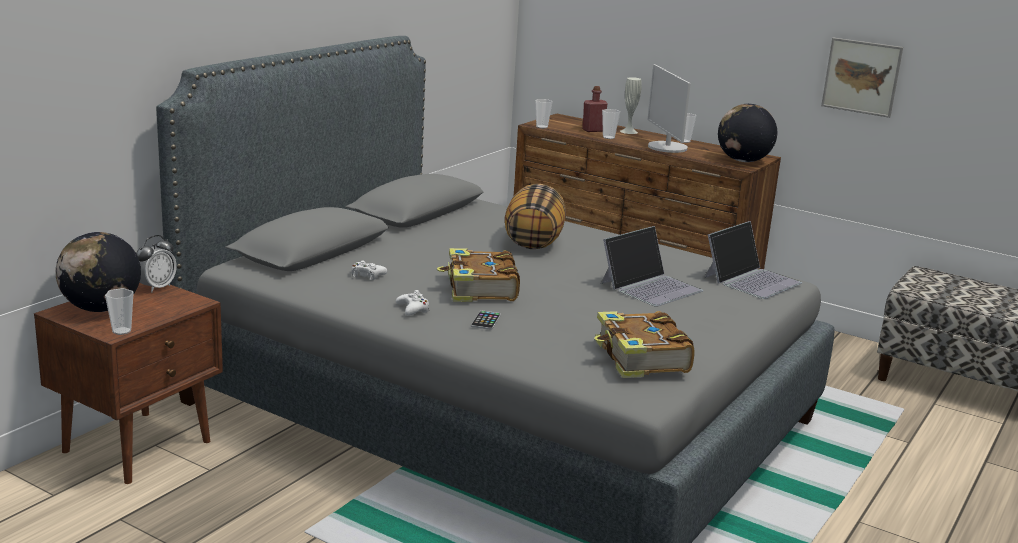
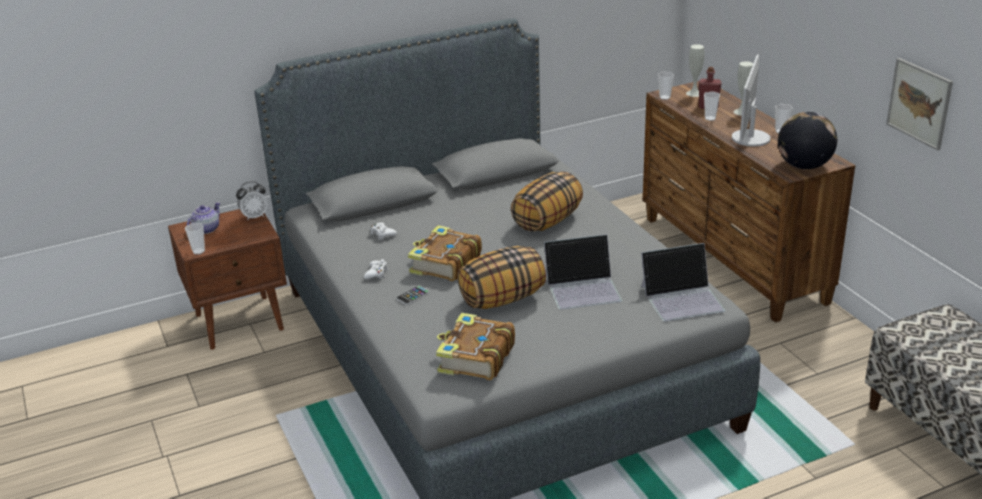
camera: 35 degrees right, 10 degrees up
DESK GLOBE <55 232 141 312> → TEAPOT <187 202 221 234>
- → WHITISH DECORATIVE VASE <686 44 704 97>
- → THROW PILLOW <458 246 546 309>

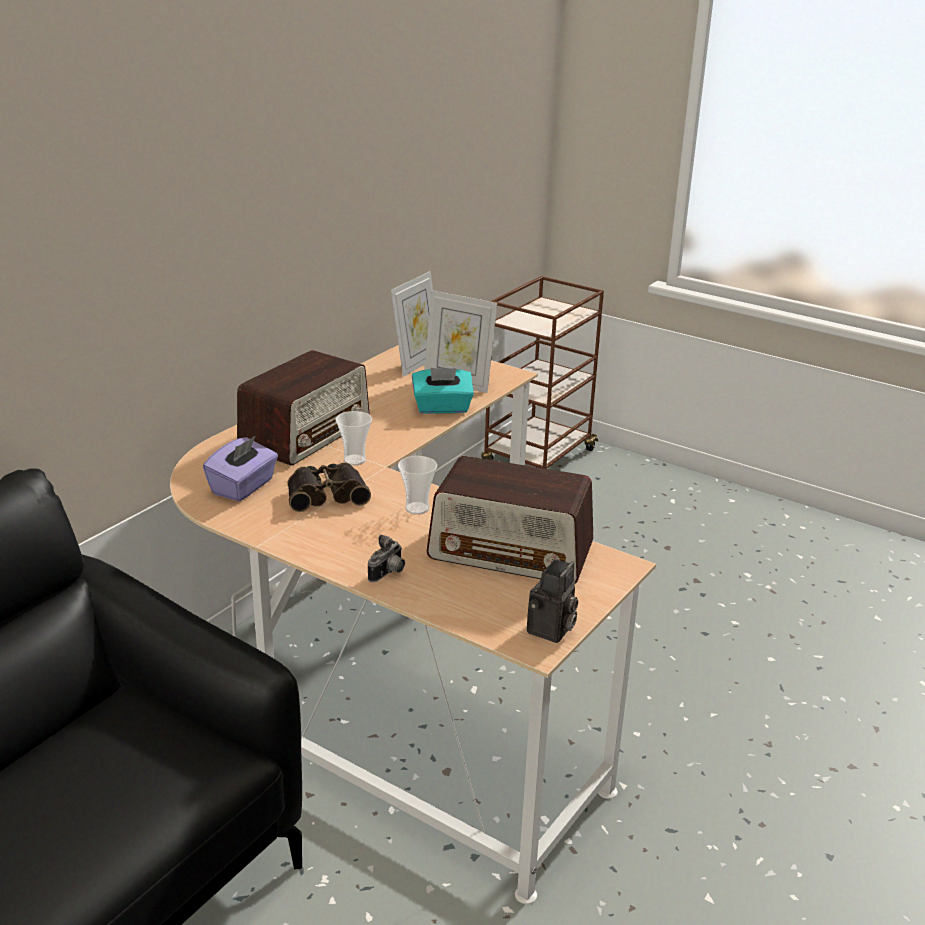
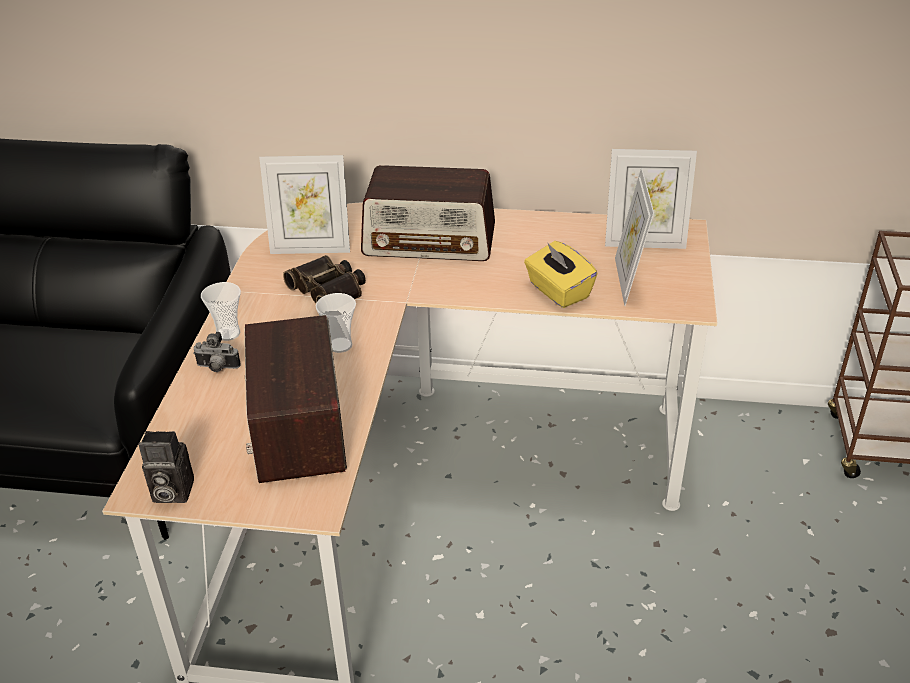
camera: 65 degrees right, 10 degrees up
TURQUOISE-COLOURED TISSUE HOLDER <412 368 474 414> → YELLOWISH TISSUE HOLDER <524 241 598 308>
SMALL CUP <336 411 372 465> → SMALL CUP <201 282 241 341>, shifted
PURPLISH TISSUE HOLDER <203 436 278 501> → STANDING FRAME <259 155 350 254>

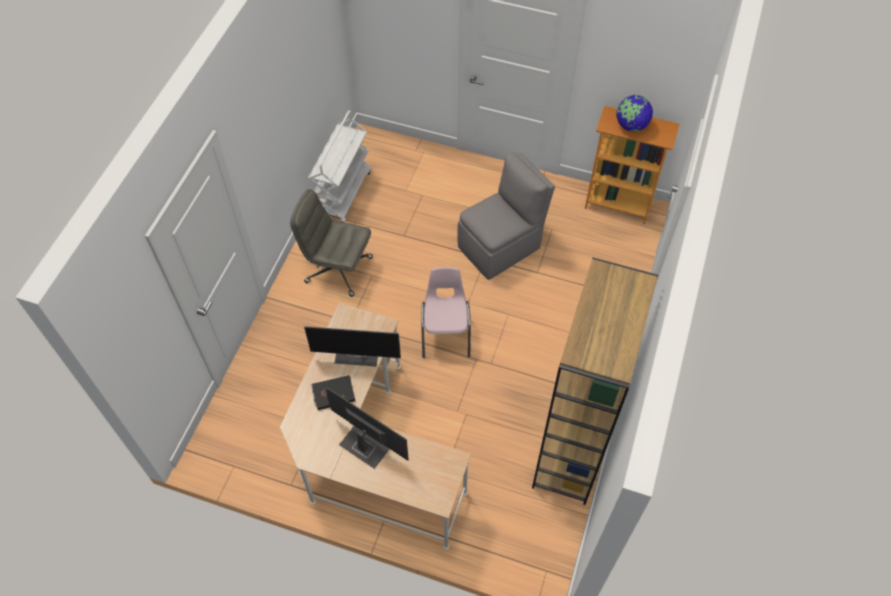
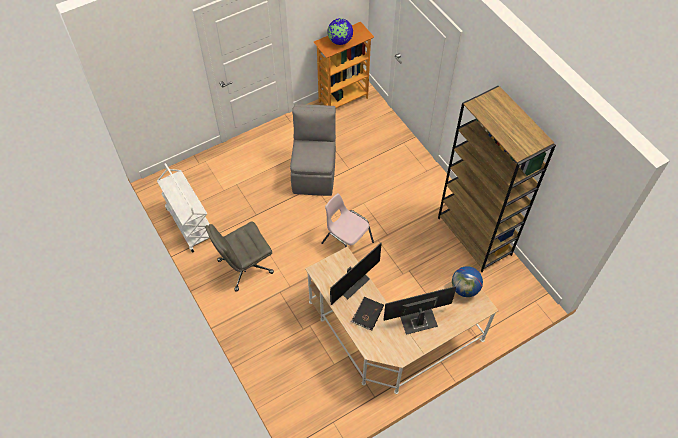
camera: 50 degrees left, 0 degrees up
- → DESK GLOBE <452 266 483 297>

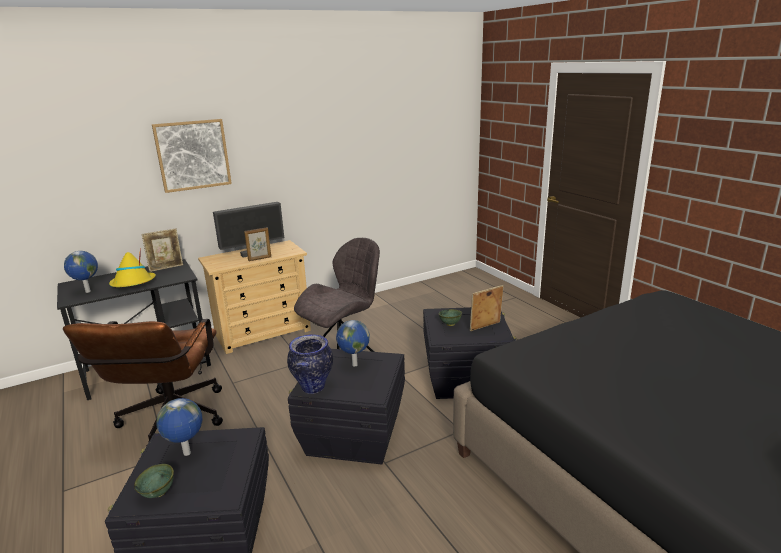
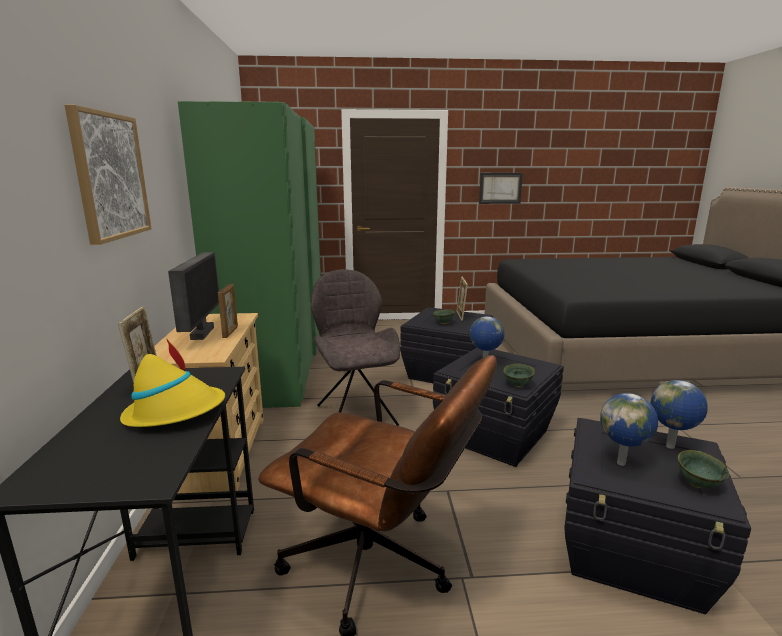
camera: 65 degrees left, 5 degrees down
DESK GLOBE <64 251 98 293> → DESK GLOBE <650 380 708 449>, shifted
DECORATIVE VASE <287 334 333 394> → GREEN-COLOURED SERVING BOWL <503 364 535 387>
- → GREEN-COLOURED CLOTHES CUPBOARD <178 101 321 408>
- → WALL PICTURE <479 173 523 204>

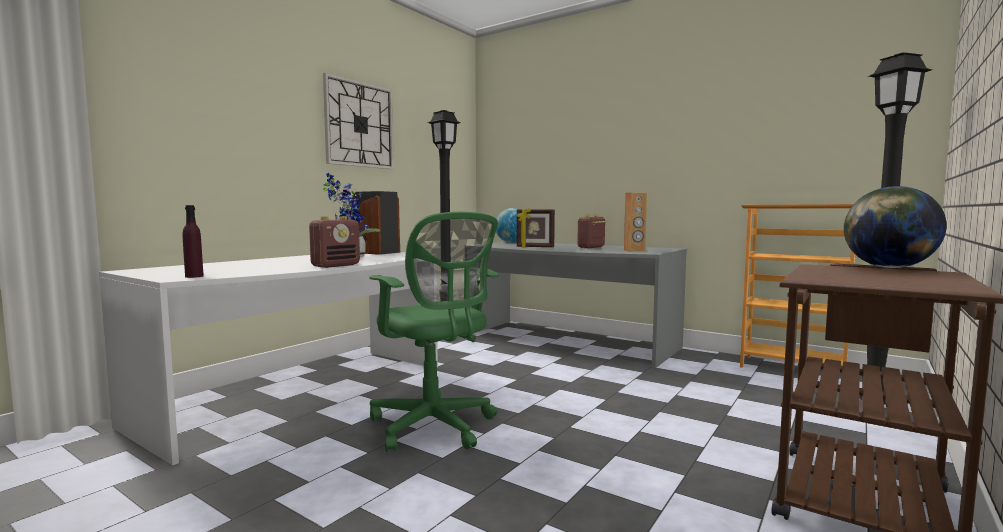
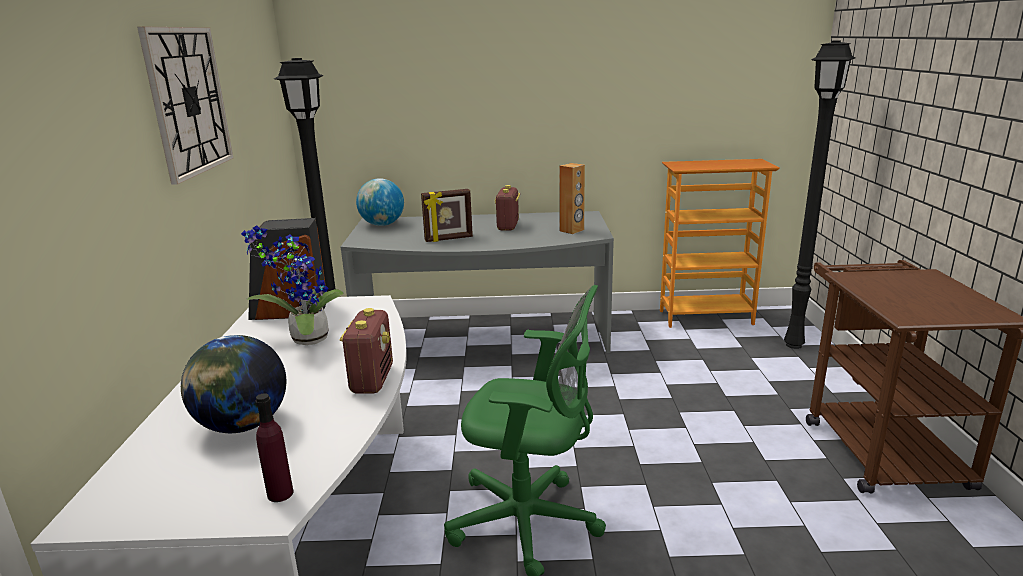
camera: 35 degrees left, 15 degrees up
DESK GLOBE <844 186 947 268> → DESK GLOBE <181 335 286 433>, shifted

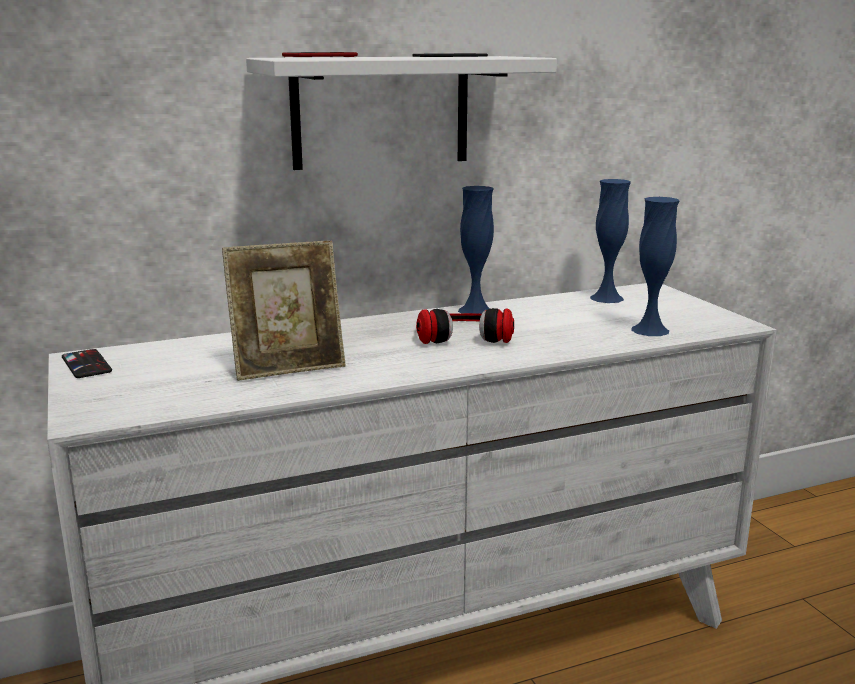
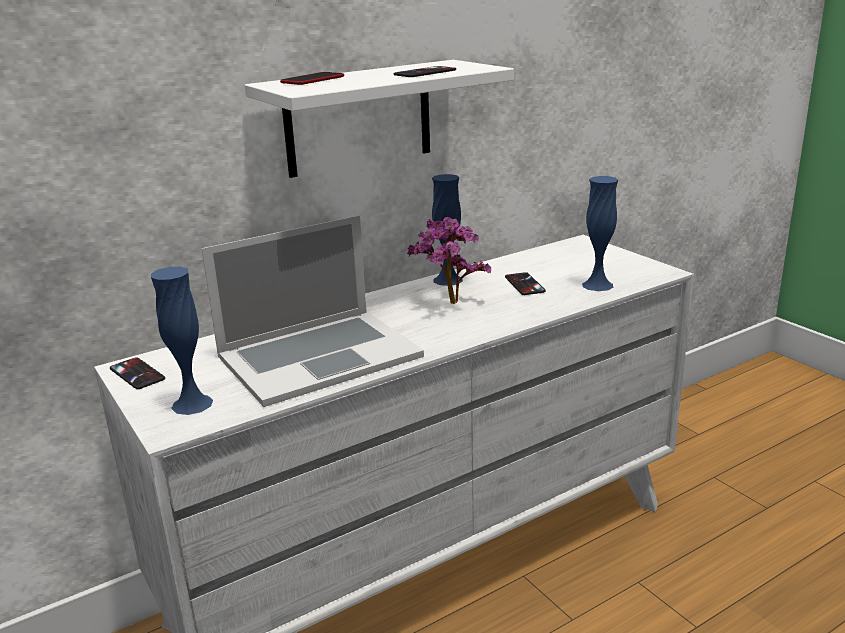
camera: 10 degrees left, 5 degrees up
BLUE-COLOURED DECORATIVE VASE <590 179 631 303> → BLUE-COLOURED DECORATIVE VASE <151 267 213 415>, shifted
STANDING FRAME <222 241 346 381> → PORTABLE COMPUTER <201 215 424 407>
HEADPHONES <416 308 514 344> → HOUSEPLANT <407 217 491 304>
- → HANDSET <505 272 546 295>

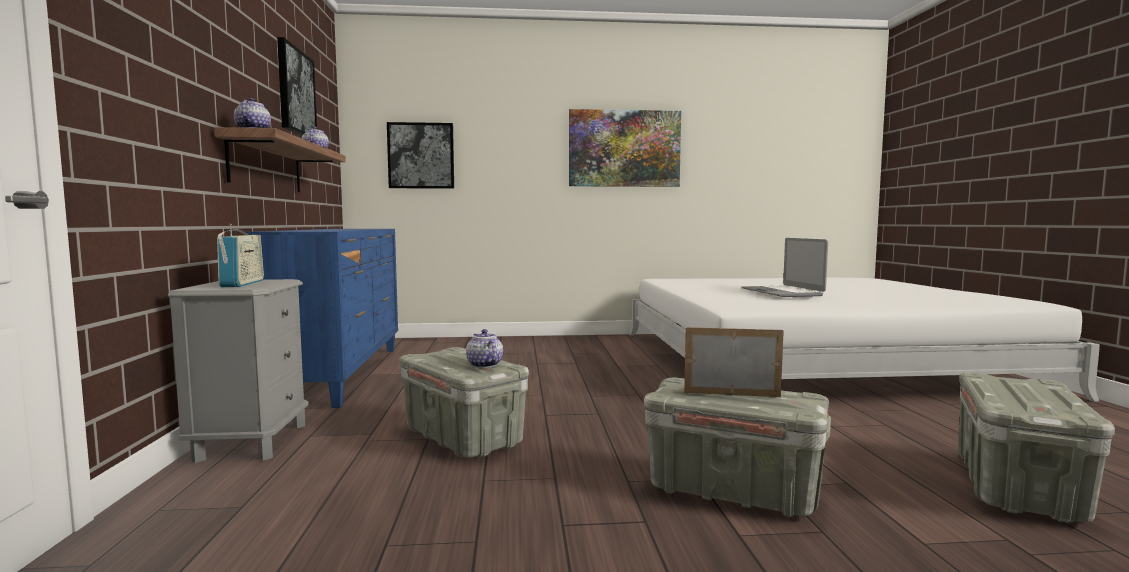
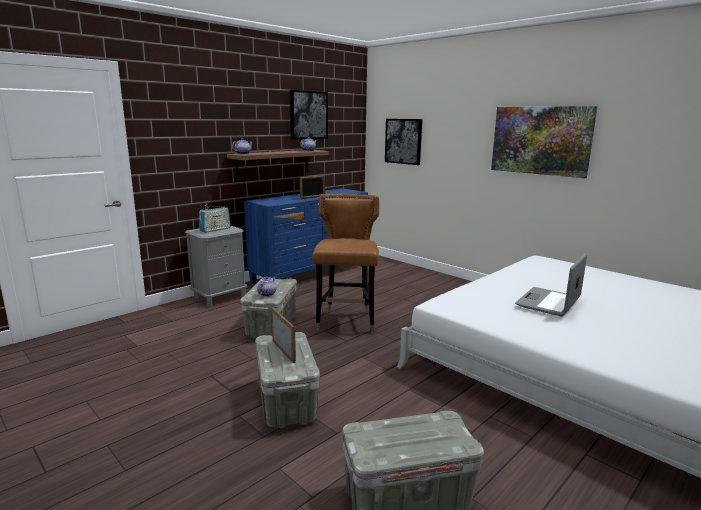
camera: 50 degrees right, 10 degrees up
- → STANDING FRAME <300 175 325 199>
- → BROWN CHAIR <312 194 379 333>

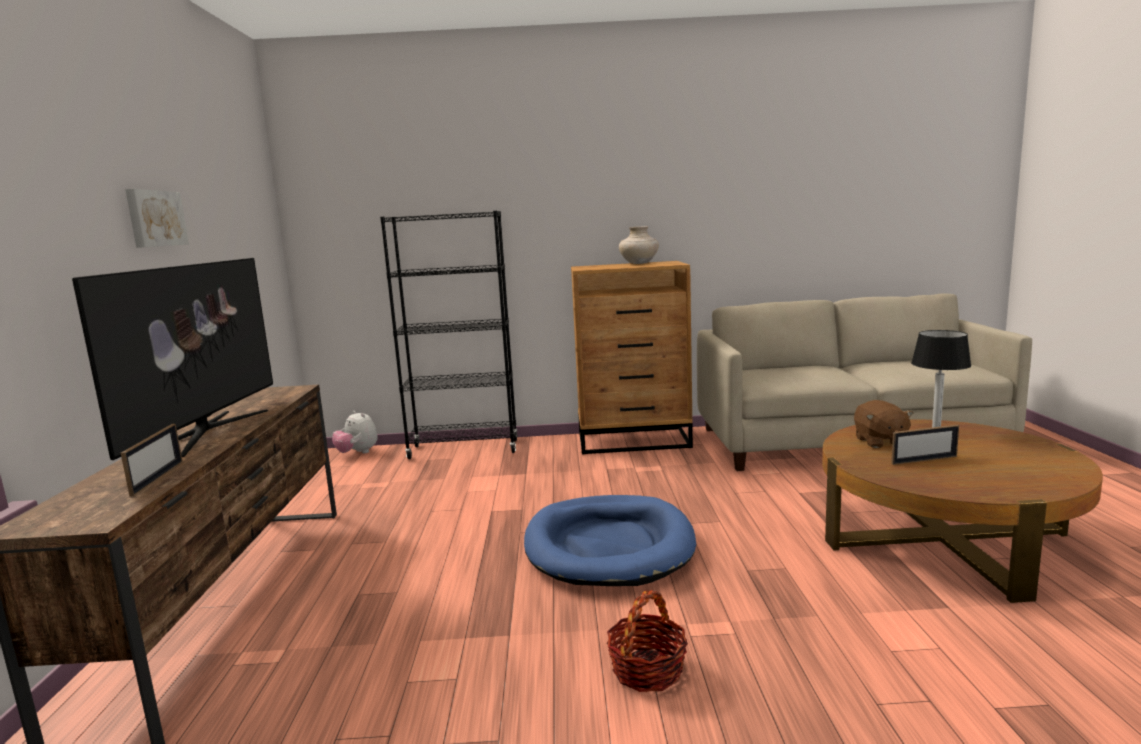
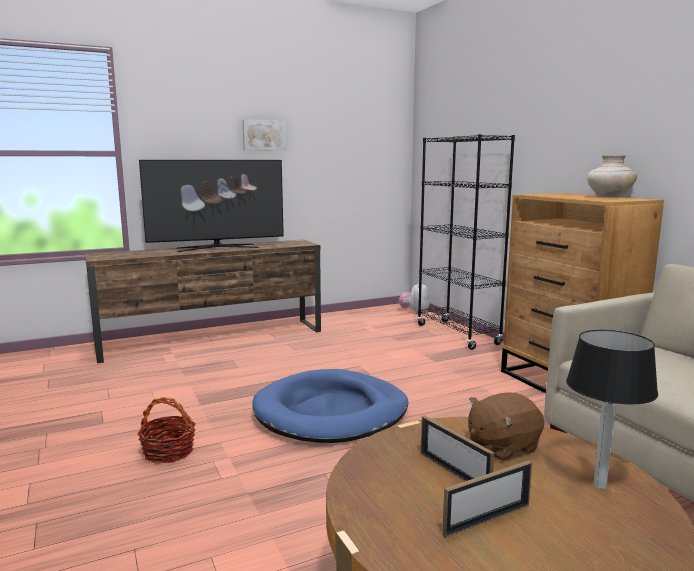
camera: 65 degrees right, 0 degrees up
STANDING FRAME <121 424 183 497> → STANDING FRAME <442 460 532 538>, shifted

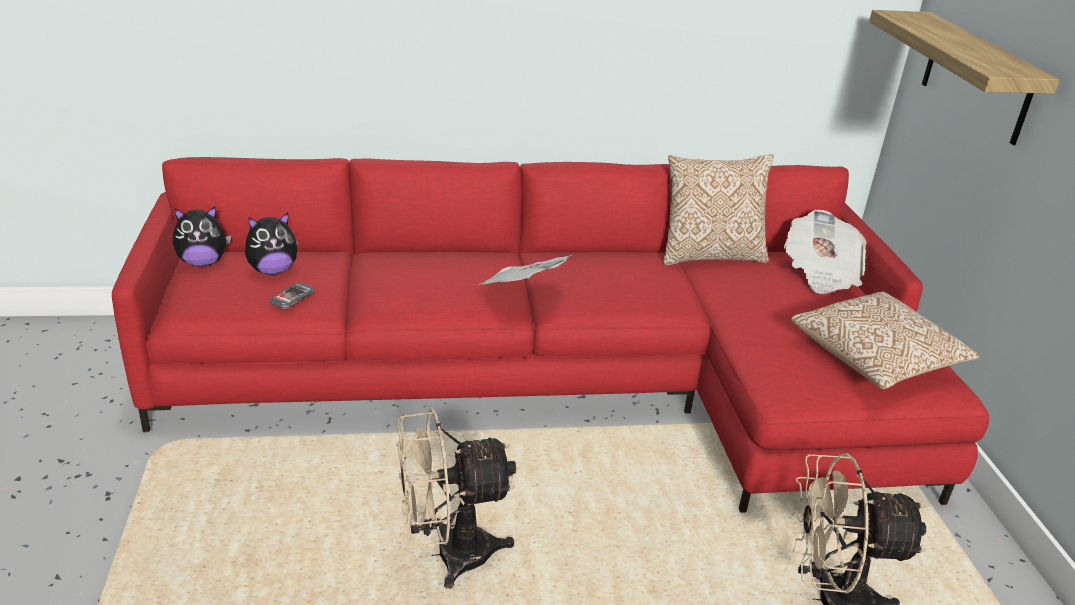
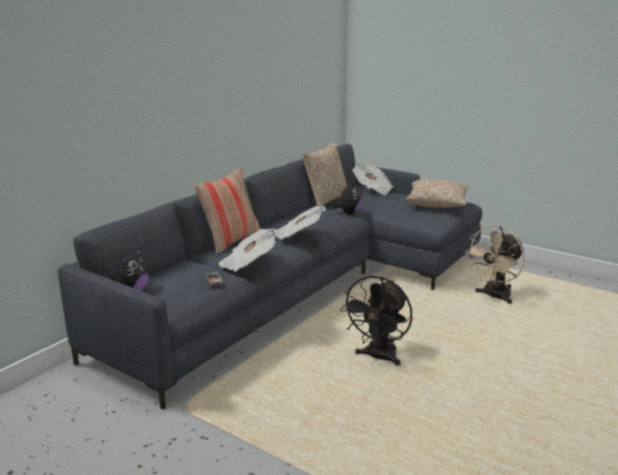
camera: 45 degrees left, 10 degrees down
WALL SHELF <869 10 1060 145> → -
REDDISH SOFA <112 157 989 513> → GREYISH SOFA <58 144 482 409>
CUDDLY TOY <245 213 298 275> → CUDDLY TOY <332 181 361 214>, shifted
BEIGE-COLOURED ELECTRIC FAN <397 409 516 589> → BLACK ELECTRIC FAN <340 276 412 365>
- → THROW PILLOW <194 168 261 254>
- → DAILY PAPER <219 228 278 272>

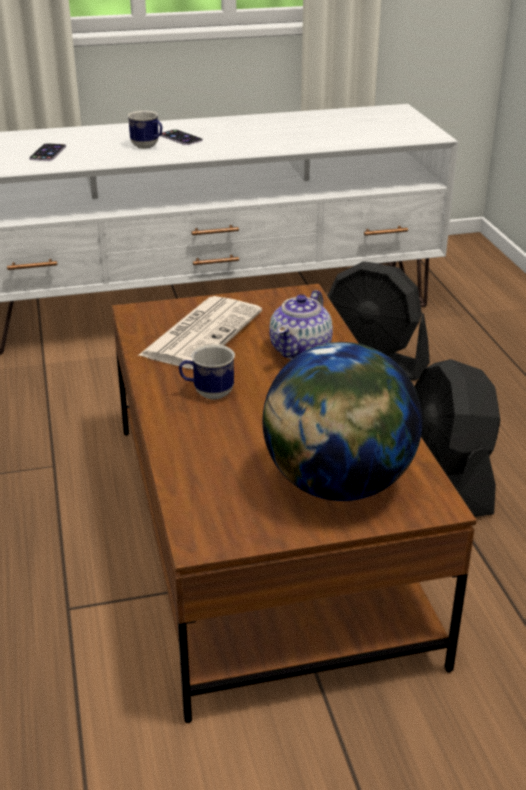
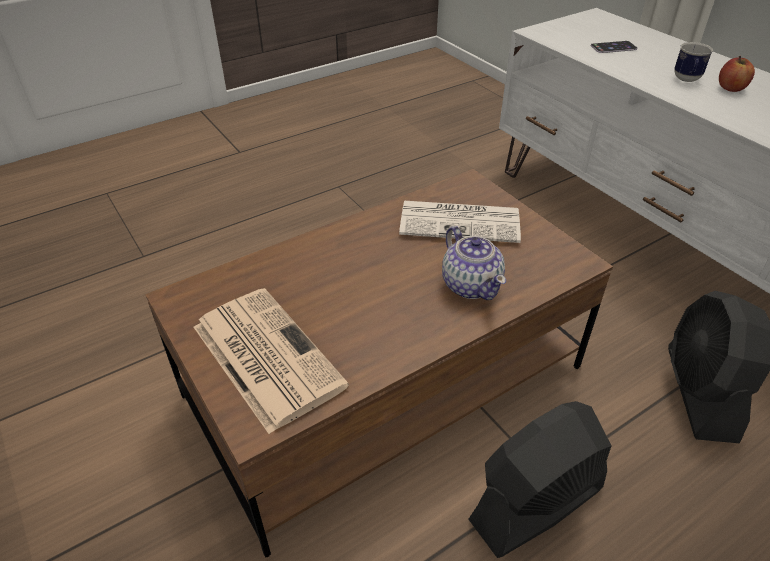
camera: 70 degrees right, 10 degrees up
HANDSET <160 129 203 145> → APPLE <719 56 755 92>
TEAPOT <270 290 333 360> → TEAPOT <442 226 506 300>, 120 degrees counterclockwise
DESK GLOBE <262 342 422 501> → DAILY PAPER <194 288 349 434>
MUG <179 344 235 400> → -

